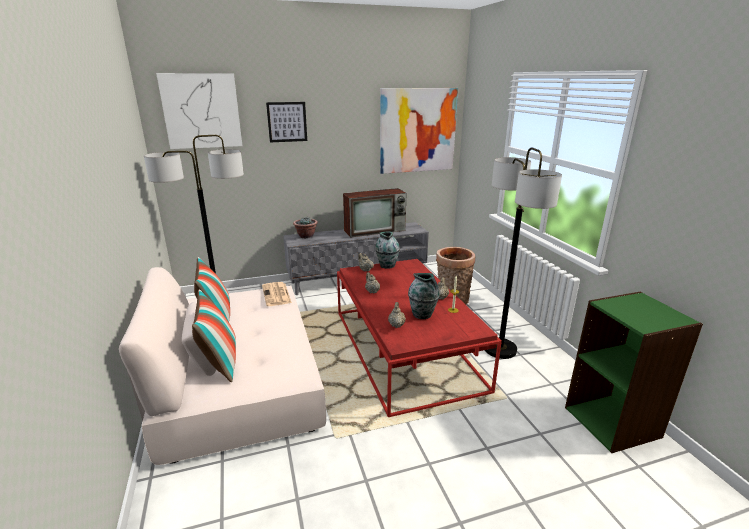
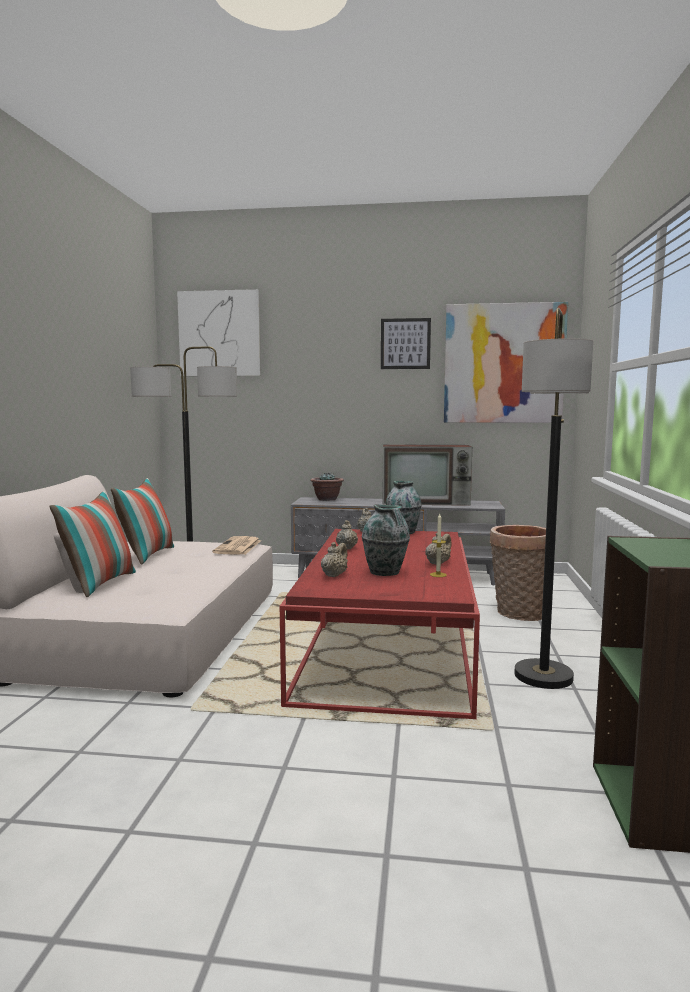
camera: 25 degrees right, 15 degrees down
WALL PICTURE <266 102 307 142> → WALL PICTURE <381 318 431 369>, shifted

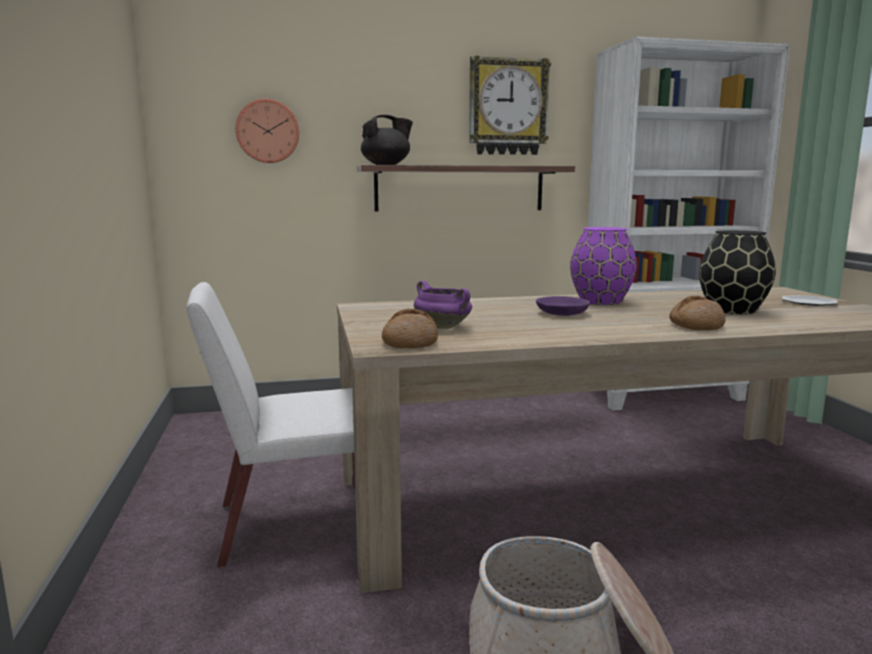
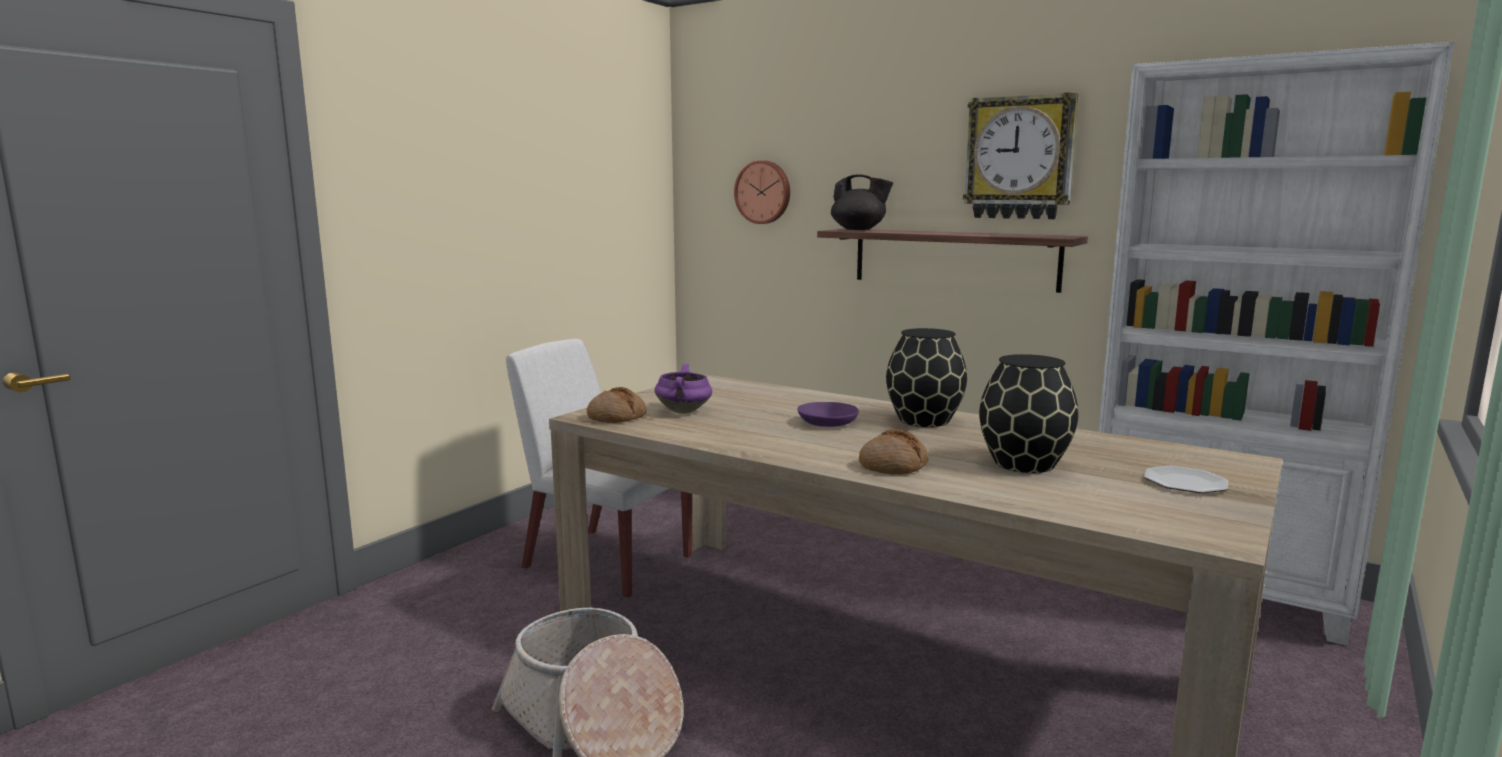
camera: 45 degrees right, 0 degrees up
PURPLISH DECORATIVE VASE <570 227 637 305> → BLACK DECORATIVE VASE <886 328 967 427>

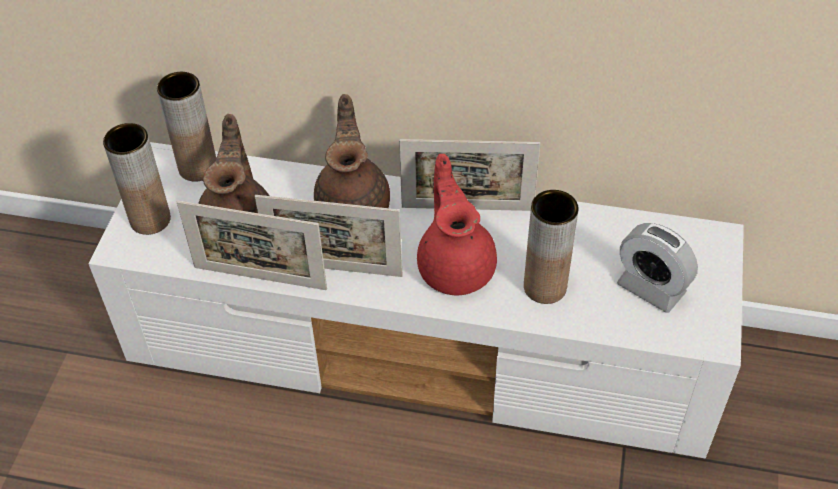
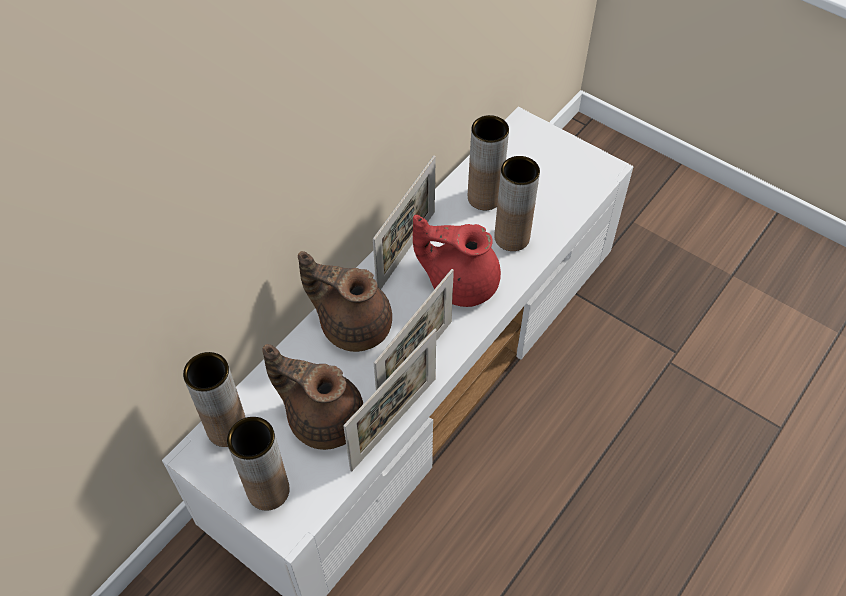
camera: 65 degrees left, 5 degrees up
BEDSIDE CLOCK <617 223 698 313> → -
- → BROWN DECORATIVE VASE <468 115 509 210>

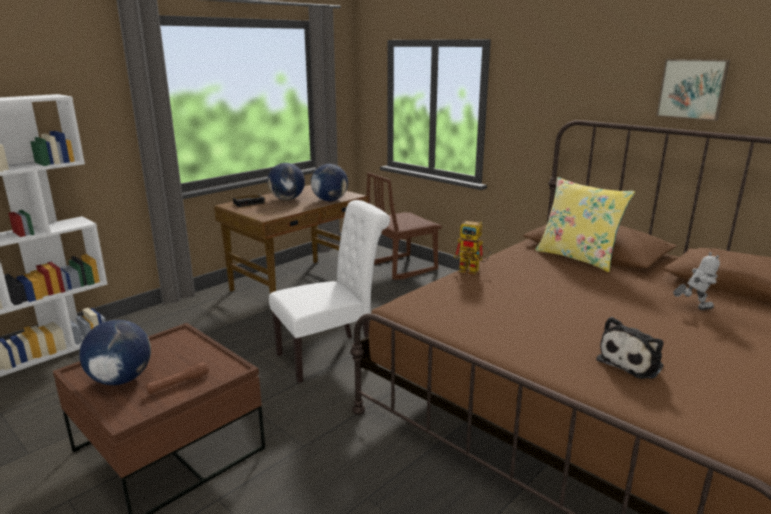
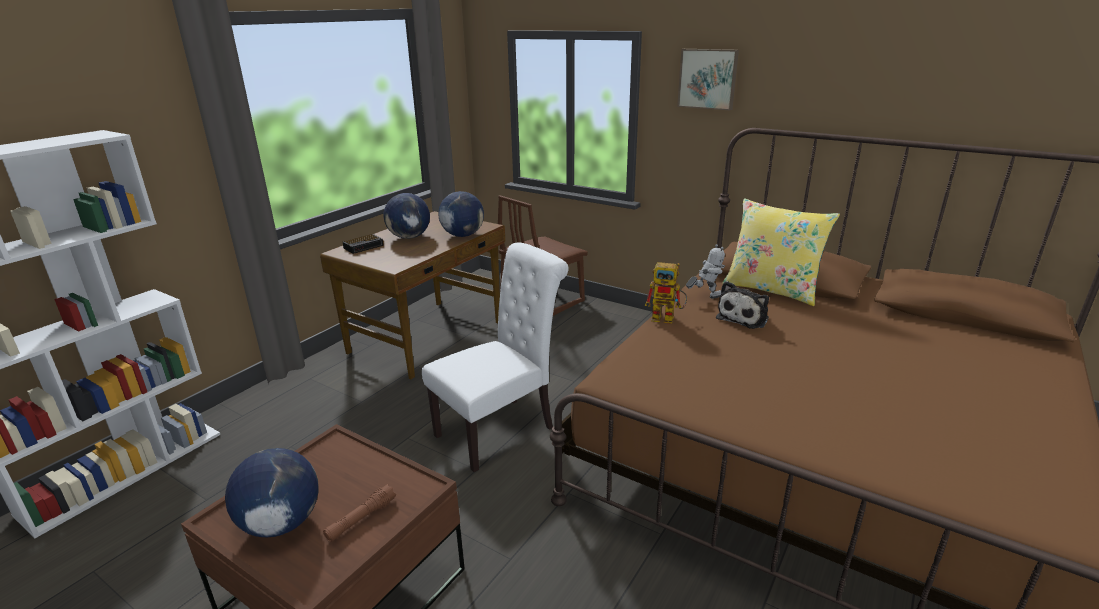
camera: 10 degrees left, 5 degrees up
WALL PICTURE <656 59 730 121> → WALL PICTURE <677 49 739 110>, shifted
MODEL ROBOT <673 252 720 310> → MODEL ROBOT <686 244 725 299>, shifted
CUDDLY TOY <596 317 664 379> → CUDDLY TOY <716 281 769 329>, shifted

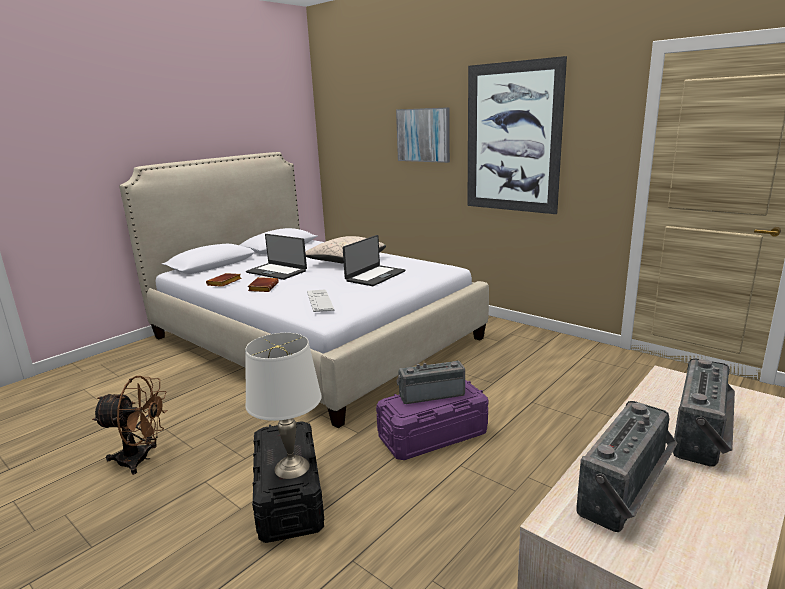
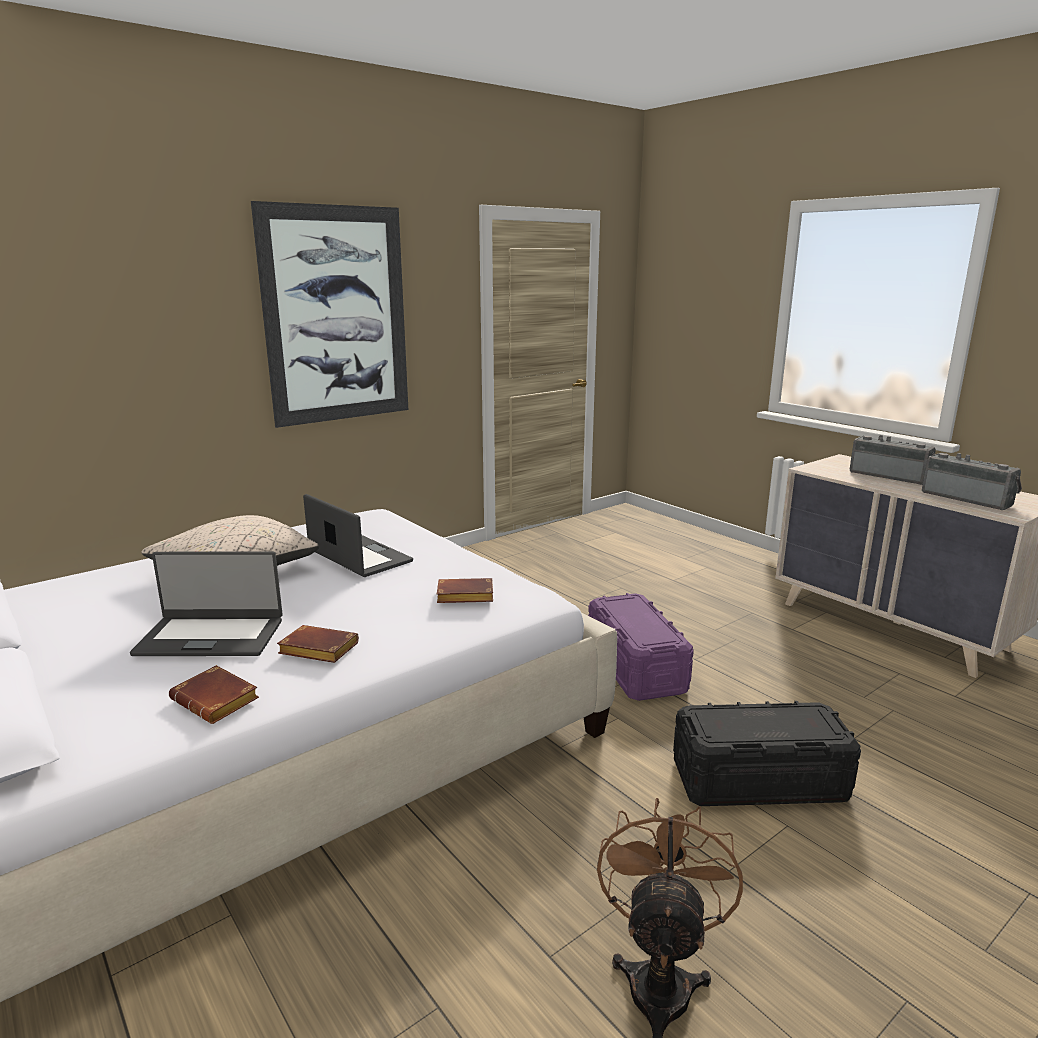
camera: 80 degrees left, 0 degrees up
WALL PICTURE <396 107 450 163> → -
PORTABLE COMPUTER <246 234 307 280> → PORTABLE COMPUTER <130 551 283 656>, 45 degrees clockwise
COMPUTER KEYBOARD <307 290 334 312> → BROWN BOUND BOOK <437 578 493 603>
WHITISH TABLETOP LAMP <245 333 322 479> → -
RADIO RECEIVER <397 360 465 404> → -

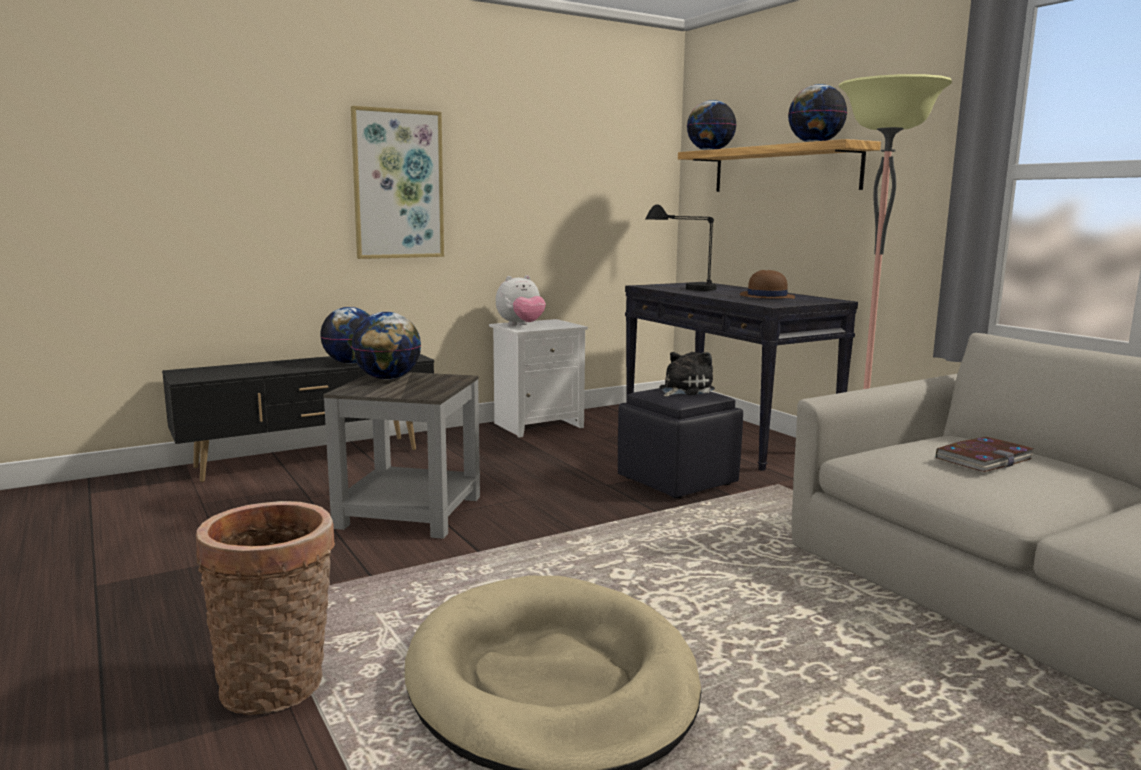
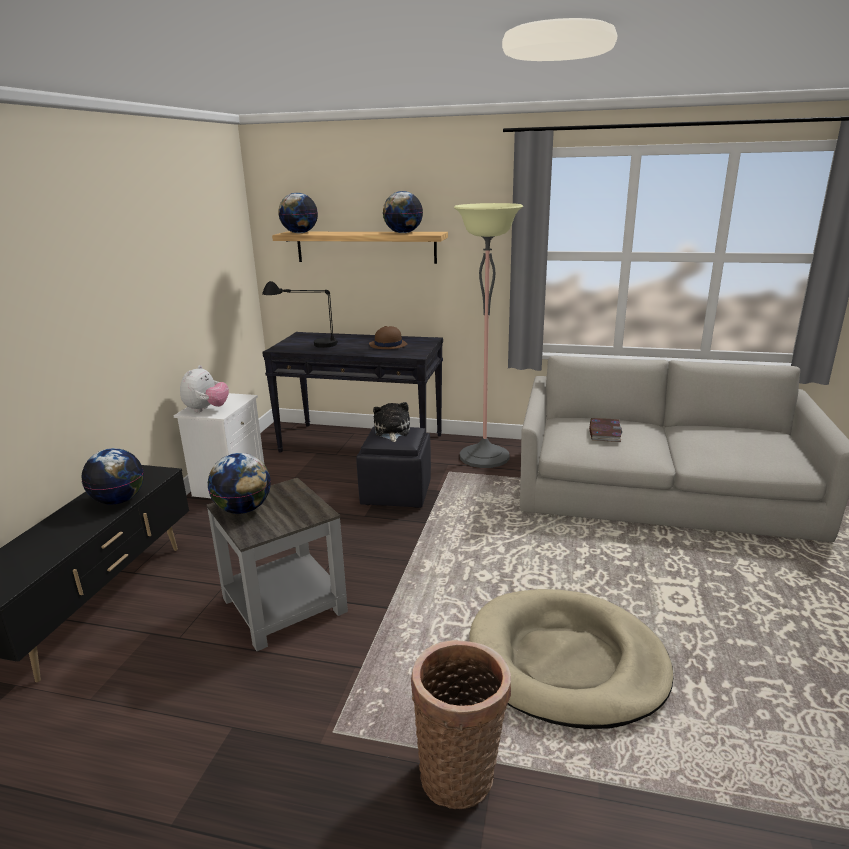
camera: 45 degrees left, 10 degrees up
WALL PICTURE <351 106 444 259> → -

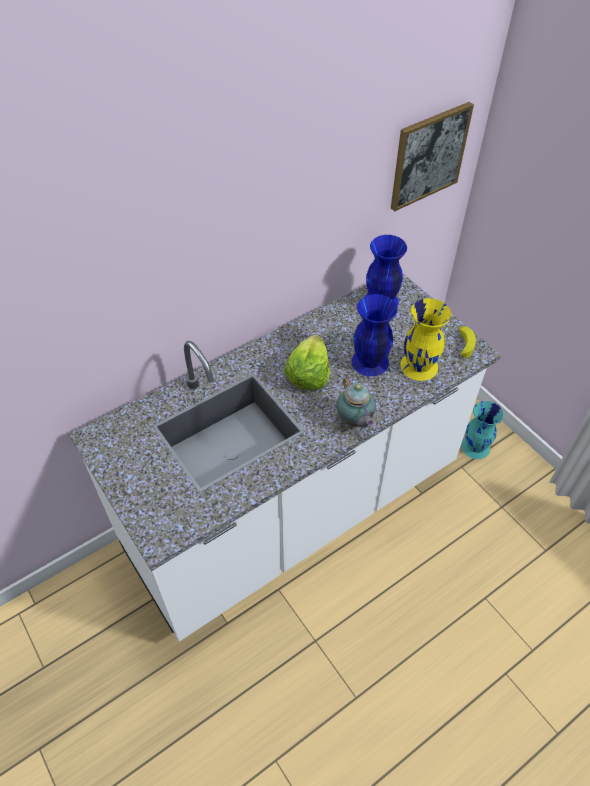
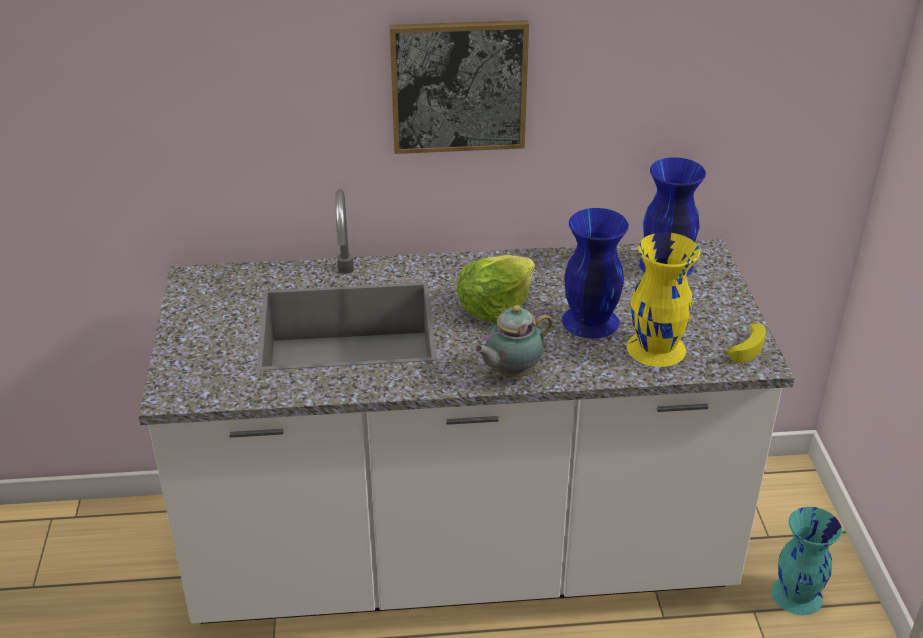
camera: 30 degrees right, 15 degrees down
WALL PICTURE <391 102 474 211> → WALL PICTURE <389 20 529 154>, shifted
TEAPOT <337 376 376 428> → TEAPOT <473 305 553 378>, 45 degrees clockwise

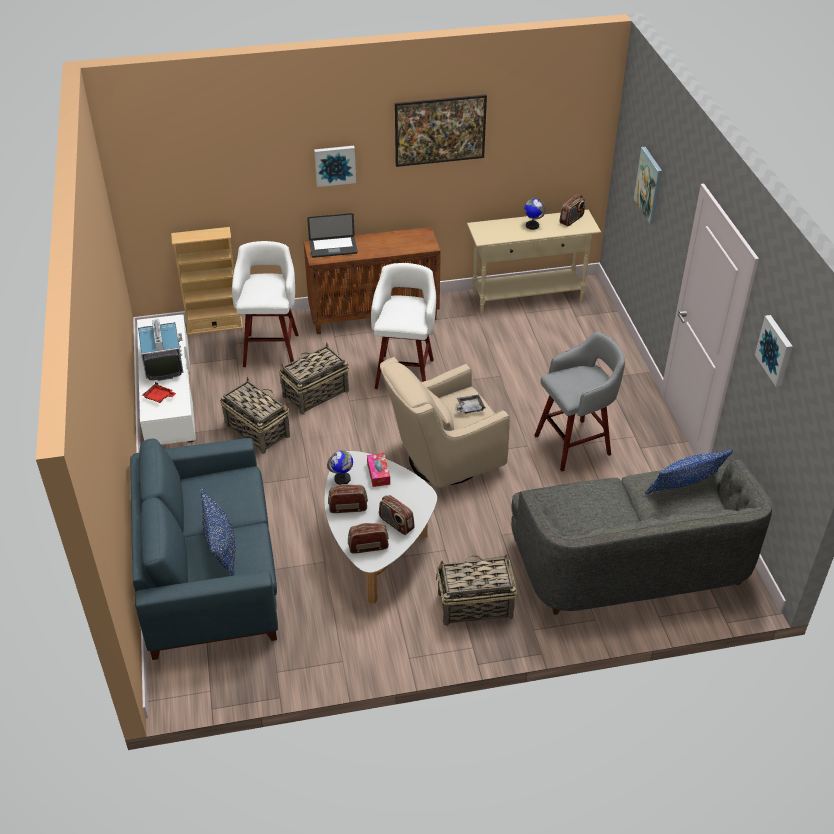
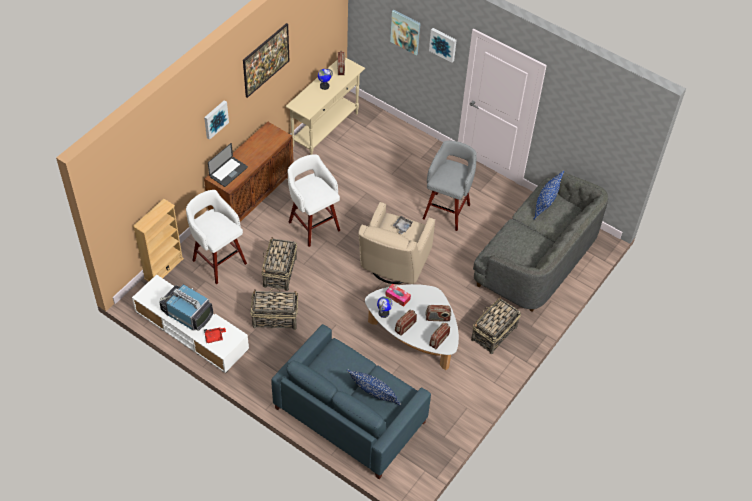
camera: 45 degrees left, 10 degrees up
WALL PICTURE <755 315 793 387> → WALL PICTURE <429 28 457 63>, shifted

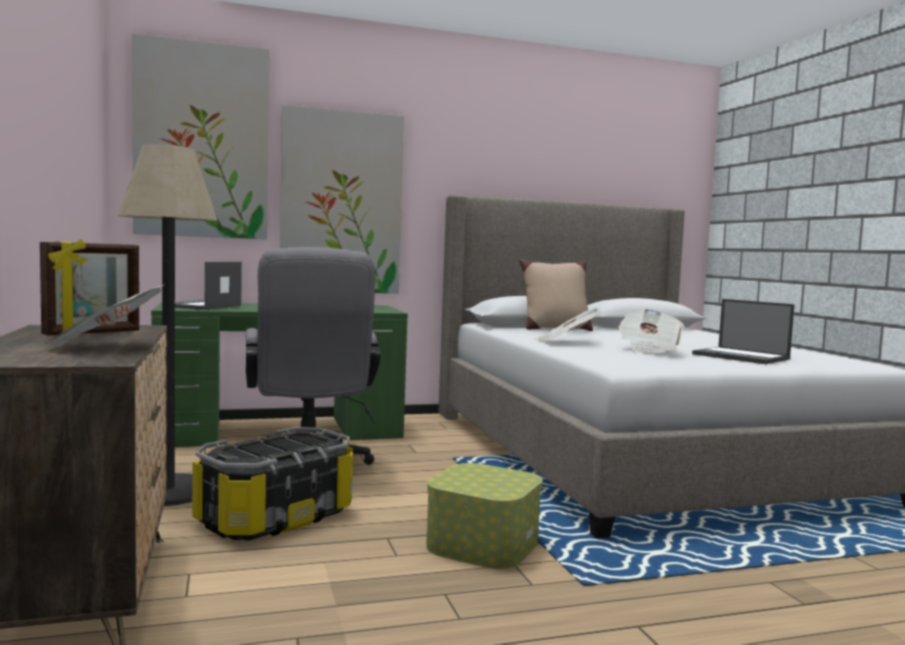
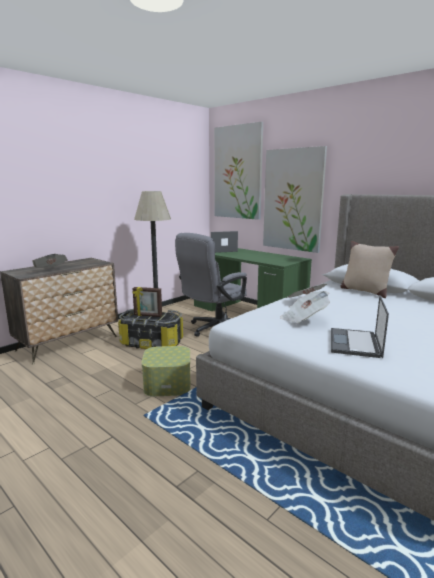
camera: 60 degrees right, 10 degrees up
STANDING FRAME <40 239 139 336> → STANDING FRAME <133 287 162 317>, shifted

